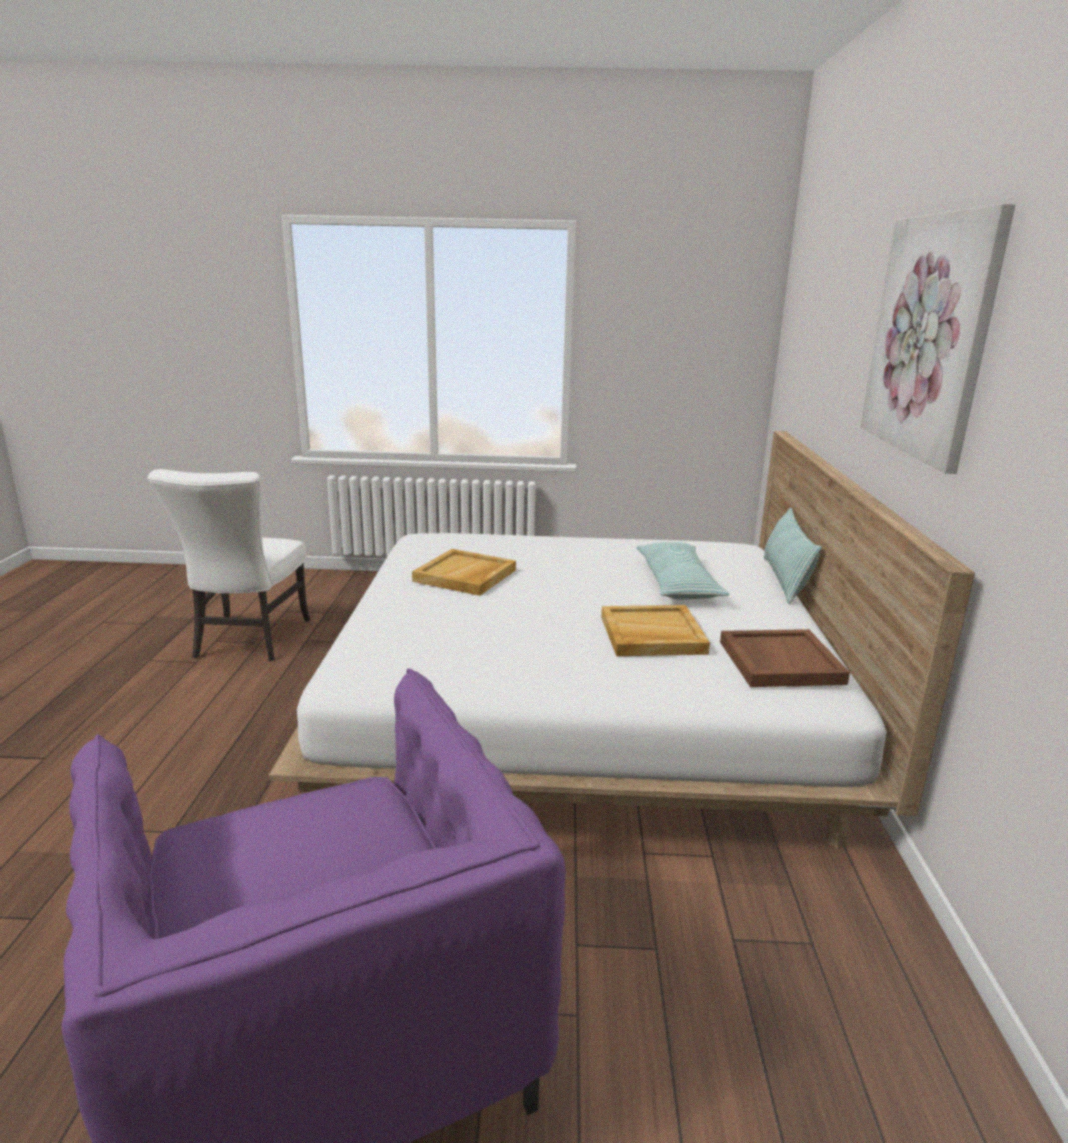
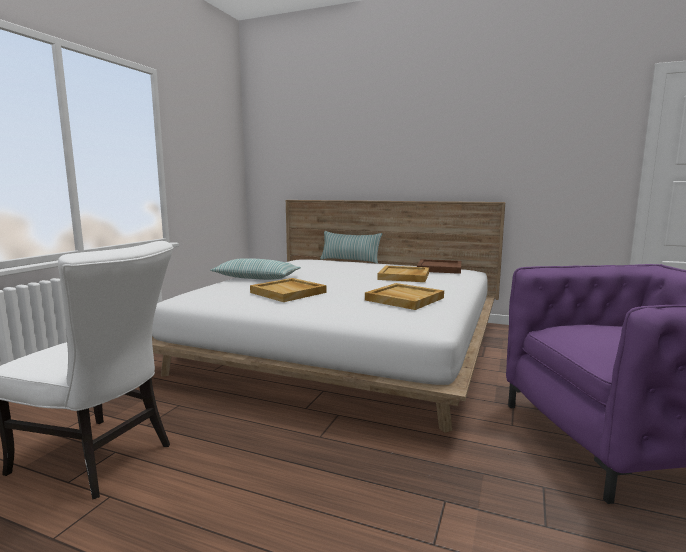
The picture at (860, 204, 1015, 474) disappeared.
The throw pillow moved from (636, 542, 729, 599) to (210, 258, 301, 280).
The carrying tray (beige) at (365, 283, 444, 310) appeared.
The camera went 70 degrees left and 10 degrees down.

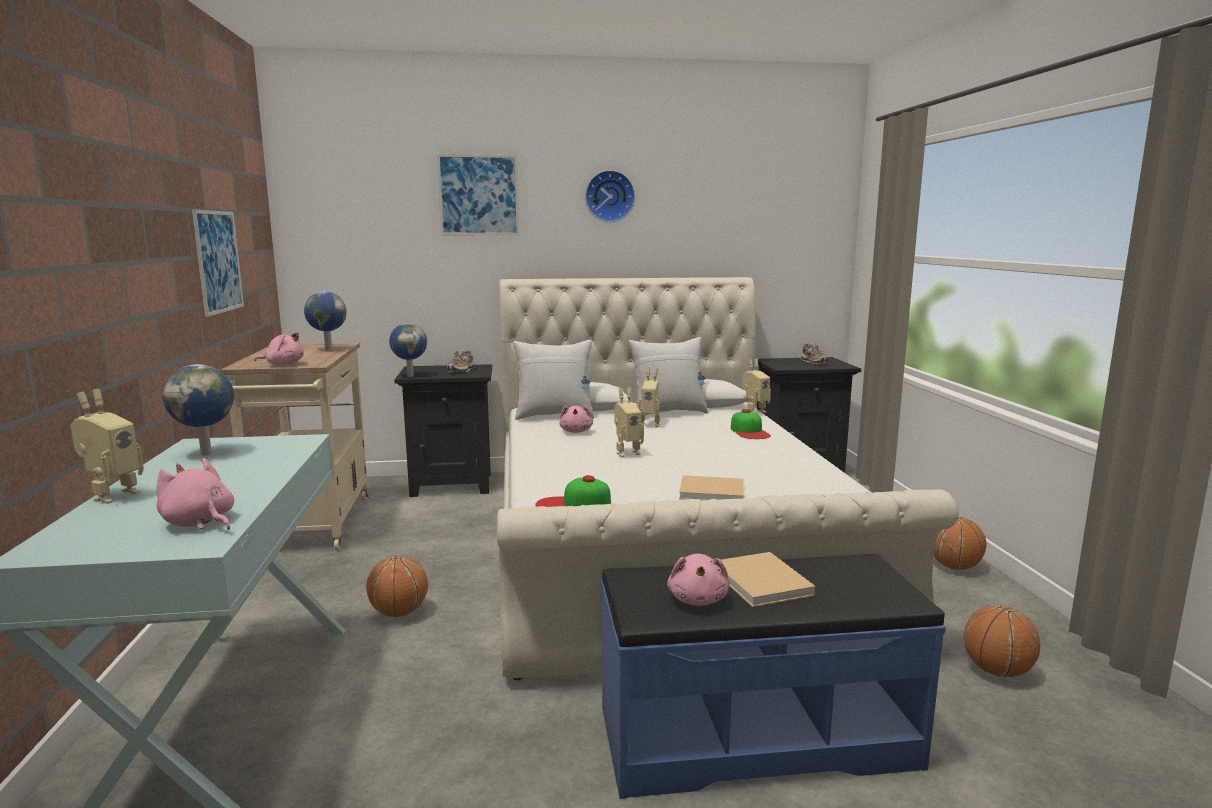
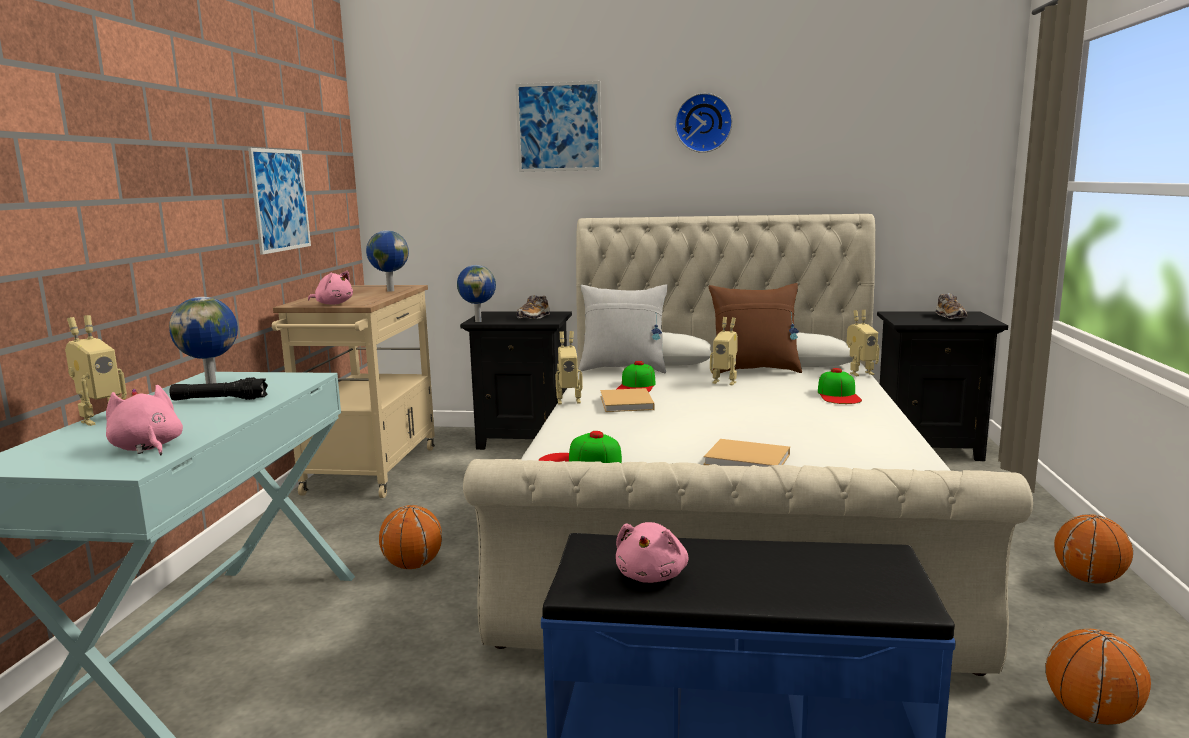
The throw pillow (grey) at (628, 337, 708, 415) became the throw pillow (brown-coloured) at (709, 283, 802, 374).
The model robot moved from (614, 387, 644, 457) to (555, 331, 583, 405).
The plush toy (pink-coloured) at (559, 405, 593, 433) was replaced by the peaked cap at (617, 361, 656, 392).
The bound book (beige) moved from (721, 552, 816, 607) to (600, 388, 654, 412).
The hand torch (blackish) at (169, 377, 268, 401) appeared.
The camera went 15 degrees right and 0 degrees up.

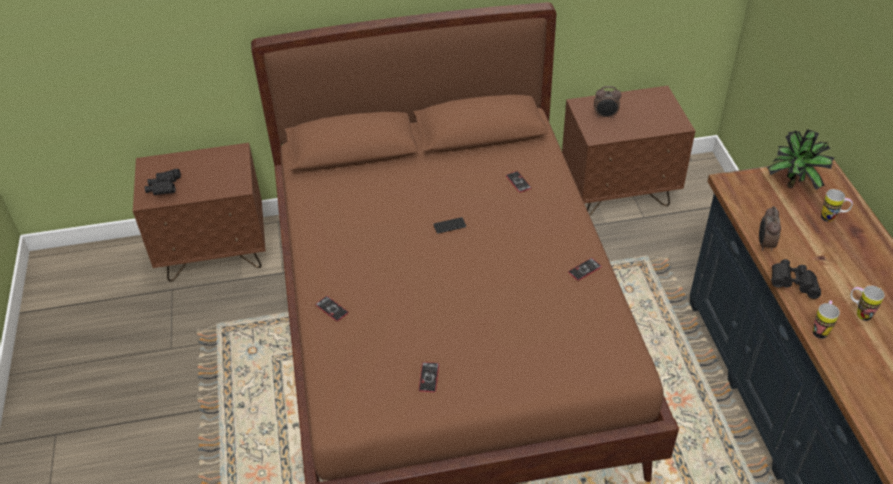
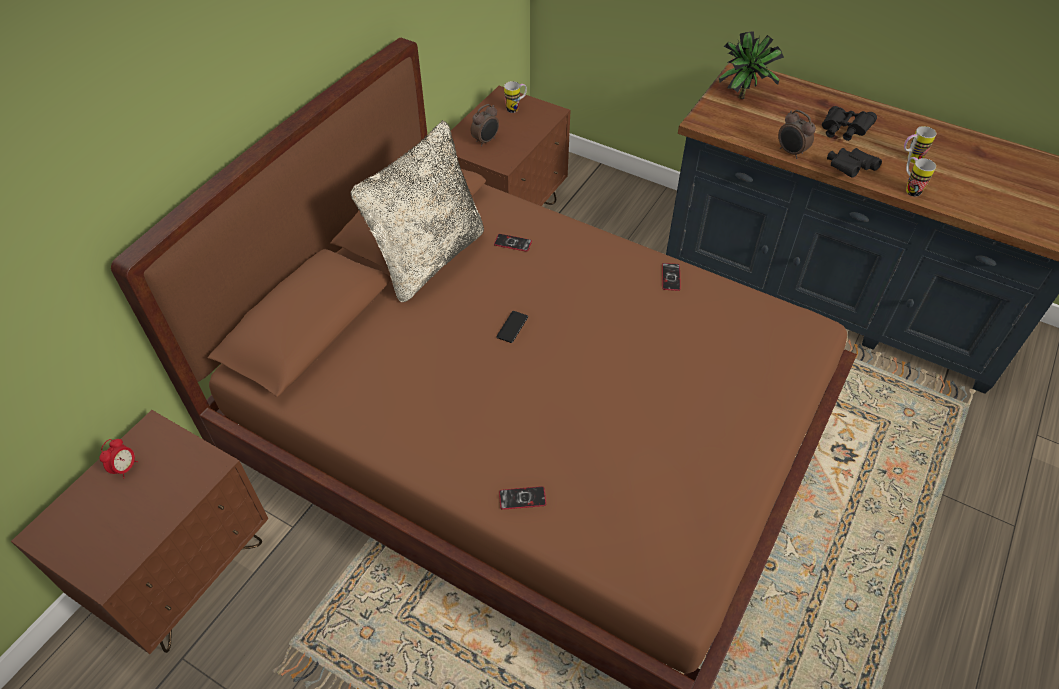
The binoculars (blackish) moved from (145, 169, 181, 195) to (822, 106, 877, 141).
The tea mug moved from (821, 189, 853, 222) to (504, 81, 527, 113).
The telephone at (419, 362, 439, 392) disappeared.
The throw pillow (beige) at (350, 120, 484, 303) appeared.
The alarm clock at (99, 439, 138, 477) appeared.
The camera went 50 degrees left and 5 degrees up.

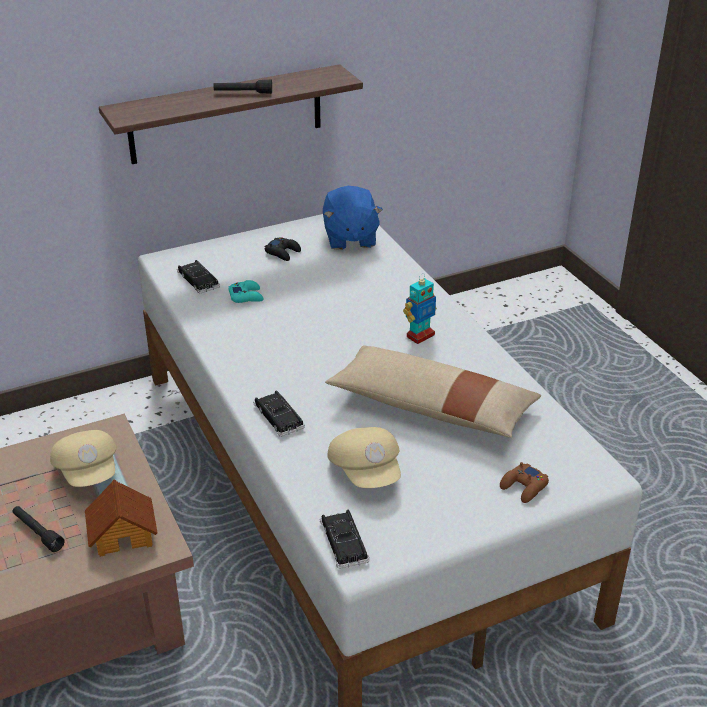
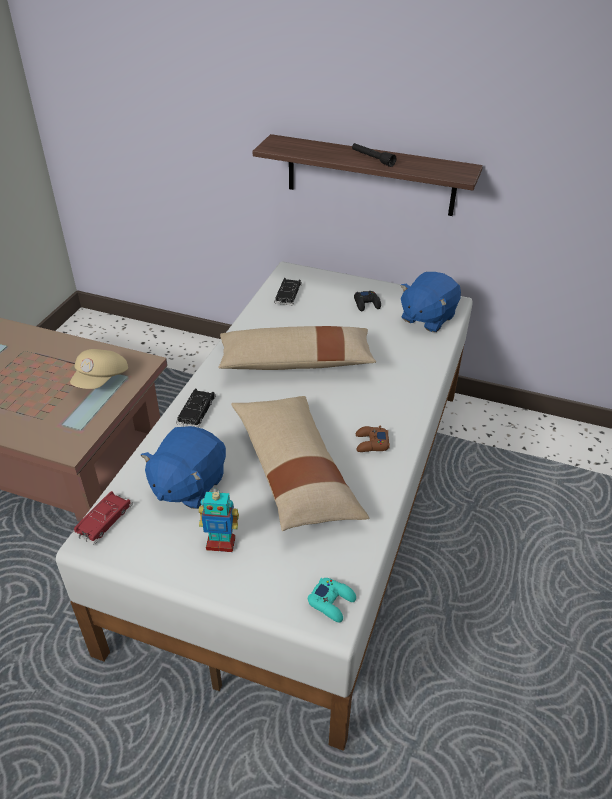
The model robot moved from (403, 273, 437, 344) to (199, 488, 239, 552).
The joypad (turquoise-coloured) moved from (228, 280, 264, 303) to (308, 578, 356, 622).
The peaked cap (beige) at (328, 427, 401, 488) was replaced by the plush toy (blue) at (141, 426, 226, 509).
The joypad (brown-coloured) moved from (500, 462, 549, 503) to (356, 425, 390, 452).
The miniature house at (85, 480, 158, 557) disappeared.
The hand torch (blackish) at (12, 506, 64, 552) disappeared.
The toy car (blackish) at (320, 509, 369, 569) became the toy car (reddish) at (73, 491, 133, 544).
The throw pillow (beige) at (219, 326, 376, 370) appeared.
The camera went 45 degrees right and 5 degrees up.

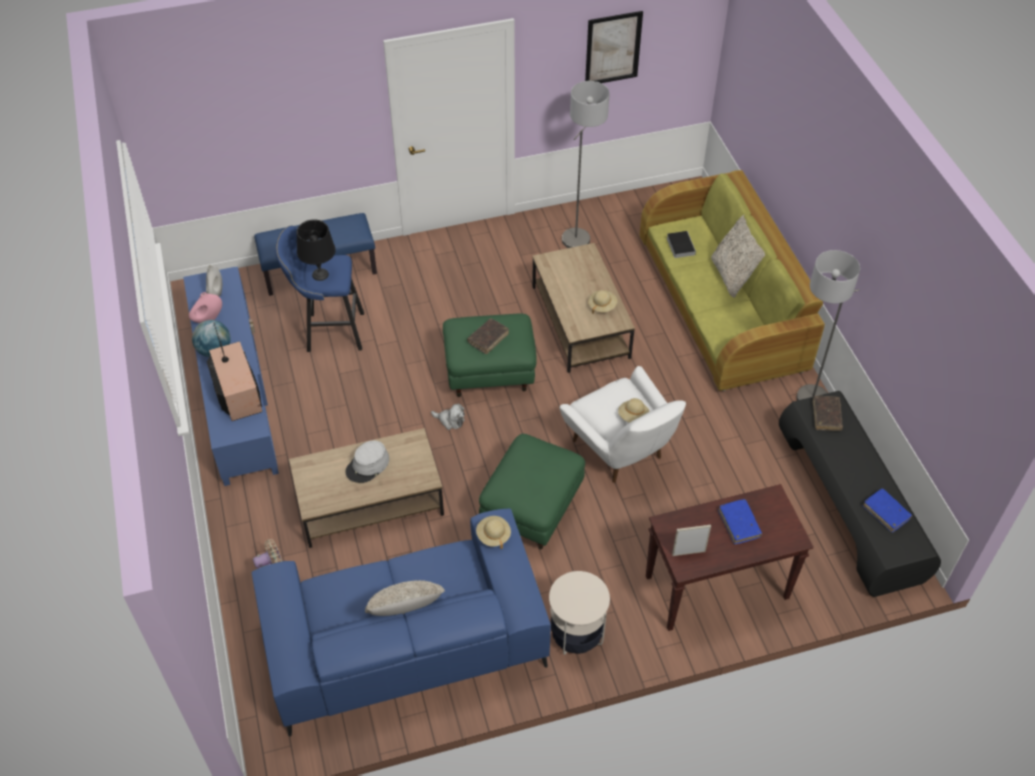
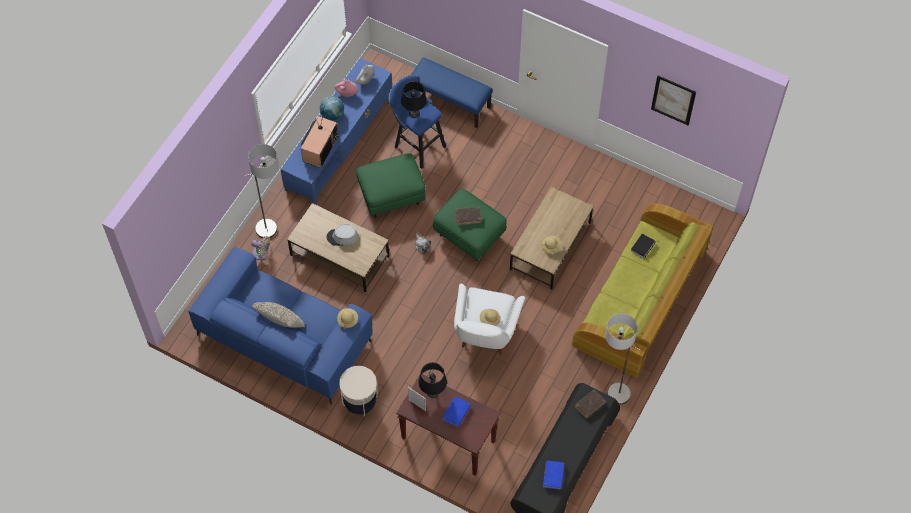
The floor lamp (grey) moved from (562, 81, 610, 248) to (244, 144, 279, 239).
The throw pillow (beige) at (711, 215, 765, 298) disappeared.
The footrest (green) moved from (479, 434, 585, 549) to (356, 153, 426, 218).
The lamp for a table (blackish) at (418, 362, 447, 398) appeared.
The camera went 45 degrees right and 10 degrees up.

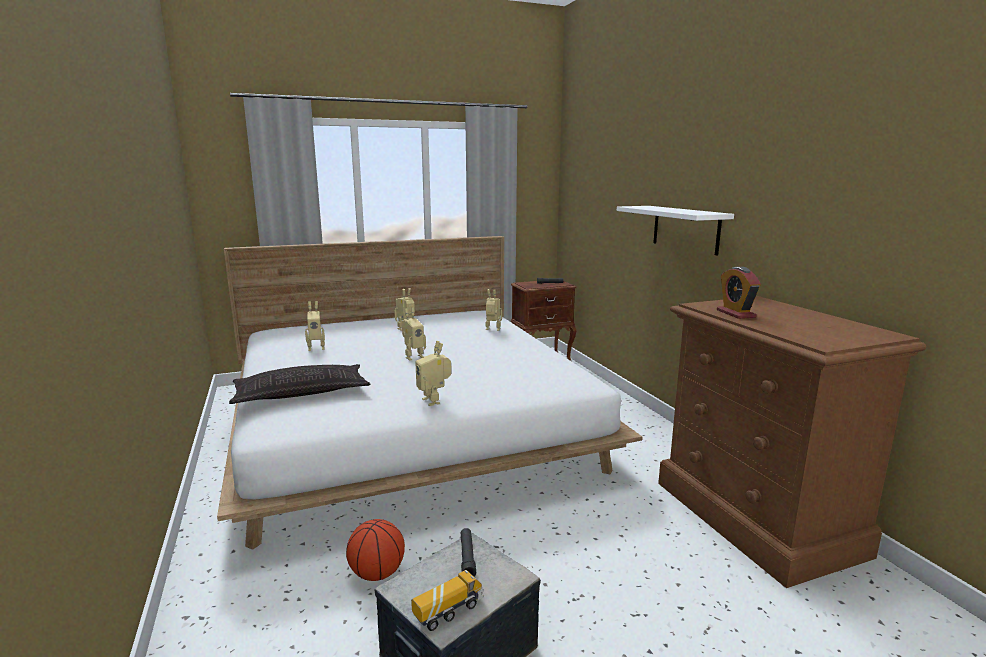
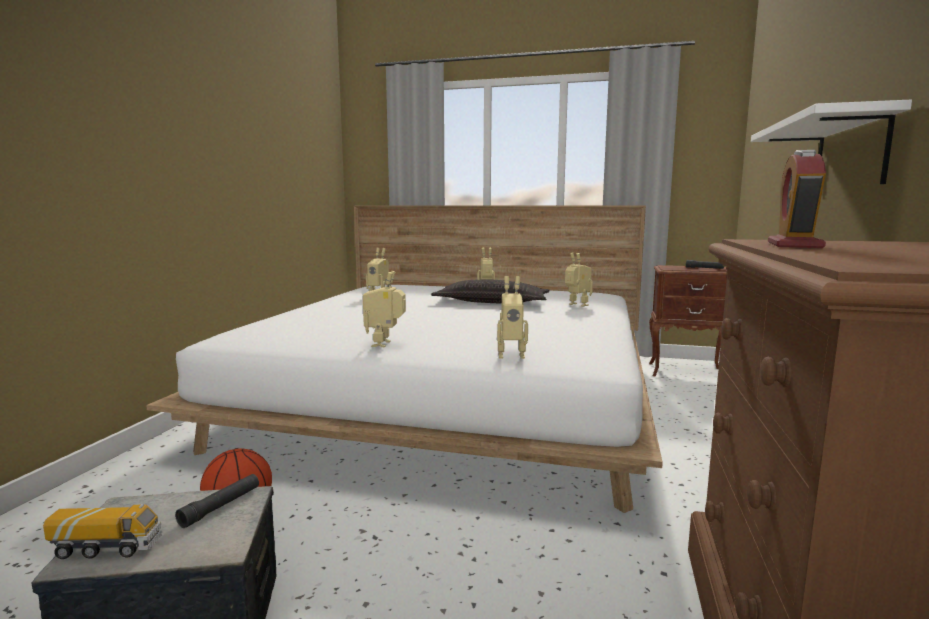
The model robot moved from (402, 307, 426, 360) to (497, 276, 528, 359).
The throw pillow moved from (229, 364, 370, 404) to (431, 280, 550, 303).
The camera went 35 degrees right and 5 degrees down.

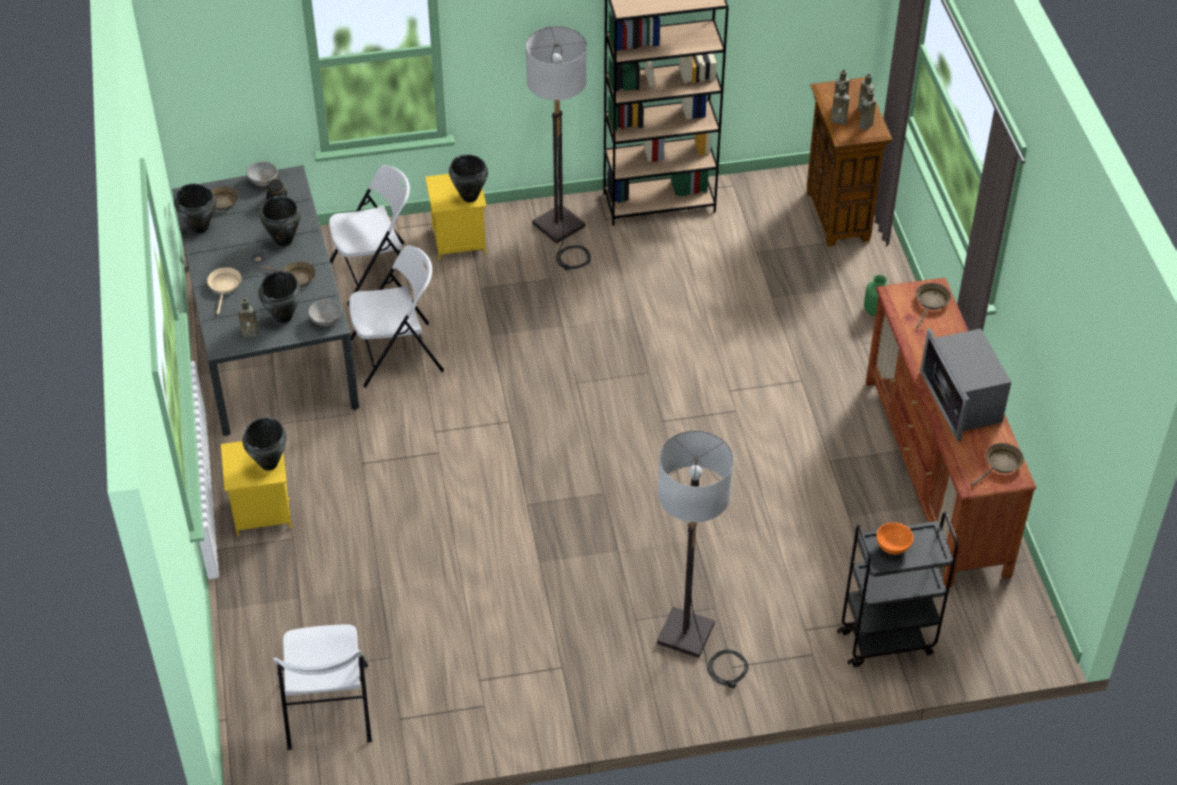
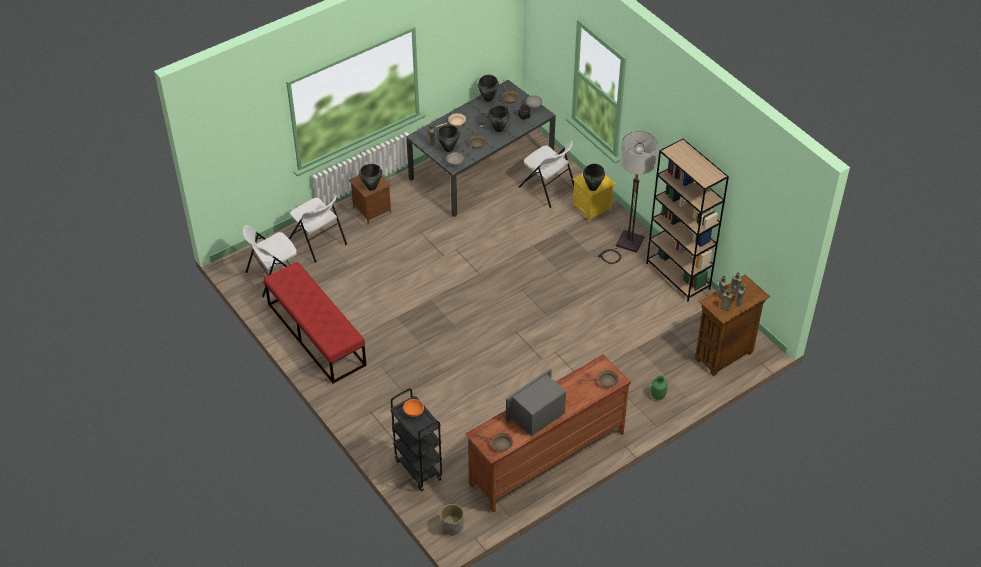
The upright chair (whitish) moved from (349, 245, 444, 388) to (289, 195, 347, 263).
The floor lamp at (657, 430, 749, 689) disappeared.
The bedside table (yellow-coloured) at (221, 441, 292, 536) became the bedside table (brown-coloured) at (349, 175, 391, 224).
The long seat (reddish) at (264, 262, 367, 383) appeared.
The planter (grey) at (440, 504, 464, 536) appeared.
The camera went 65 degrees right and 0 degrees up.

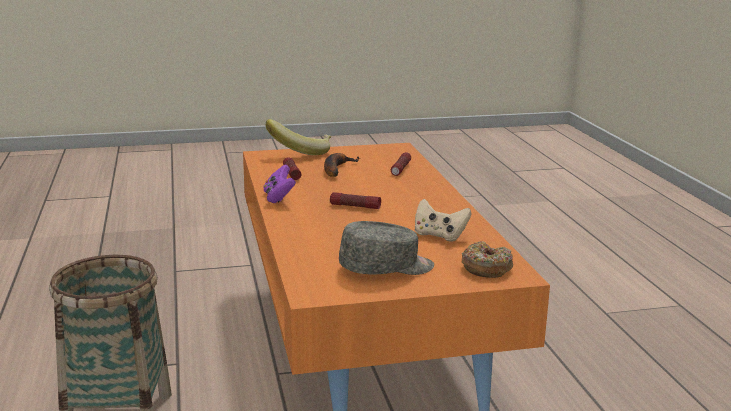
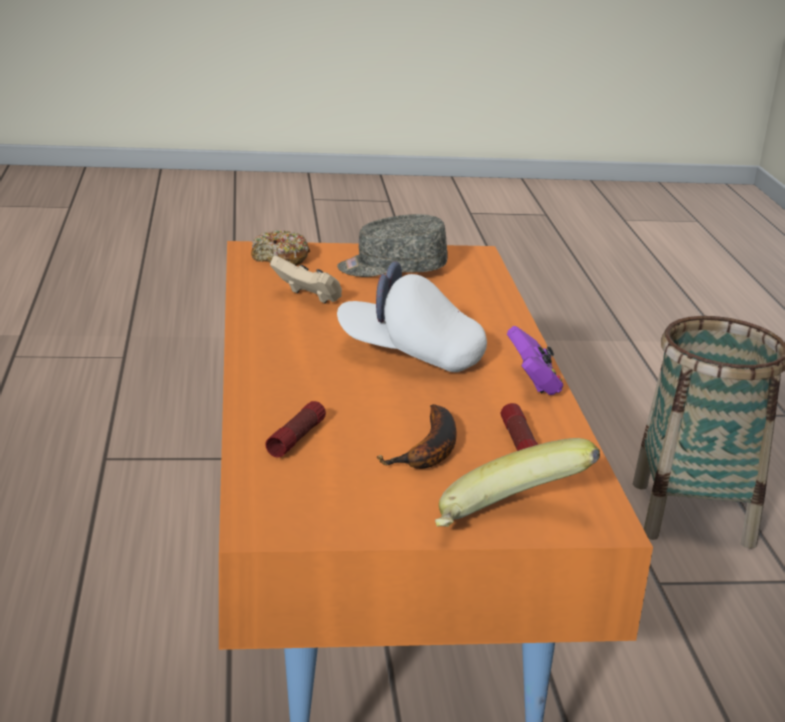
The hand torch at (330, 192, 381, 209) was replaced by the peaked cap (whitish) at (337, 261, 487, 372).
The camera went 175 degrees left and 5 degrees up.

